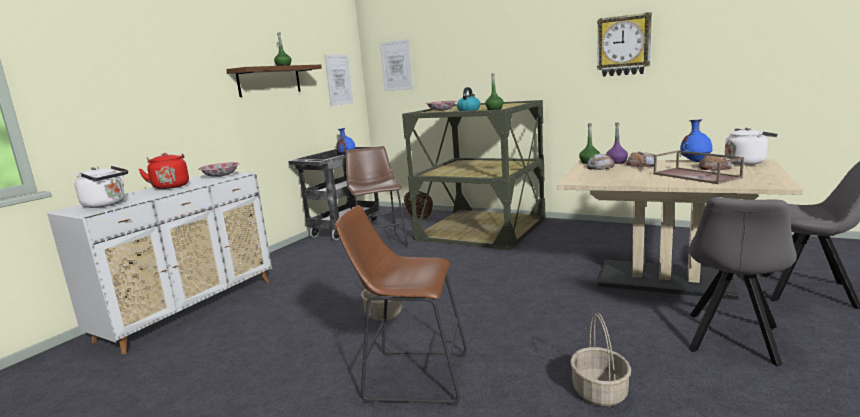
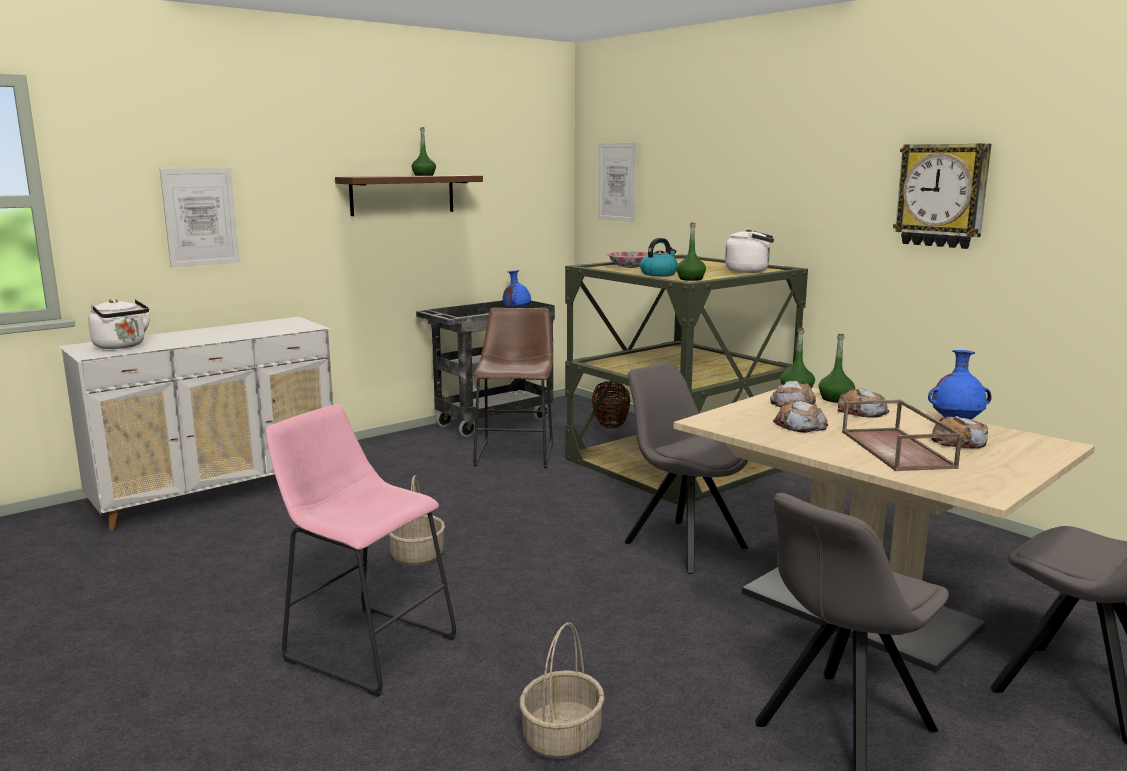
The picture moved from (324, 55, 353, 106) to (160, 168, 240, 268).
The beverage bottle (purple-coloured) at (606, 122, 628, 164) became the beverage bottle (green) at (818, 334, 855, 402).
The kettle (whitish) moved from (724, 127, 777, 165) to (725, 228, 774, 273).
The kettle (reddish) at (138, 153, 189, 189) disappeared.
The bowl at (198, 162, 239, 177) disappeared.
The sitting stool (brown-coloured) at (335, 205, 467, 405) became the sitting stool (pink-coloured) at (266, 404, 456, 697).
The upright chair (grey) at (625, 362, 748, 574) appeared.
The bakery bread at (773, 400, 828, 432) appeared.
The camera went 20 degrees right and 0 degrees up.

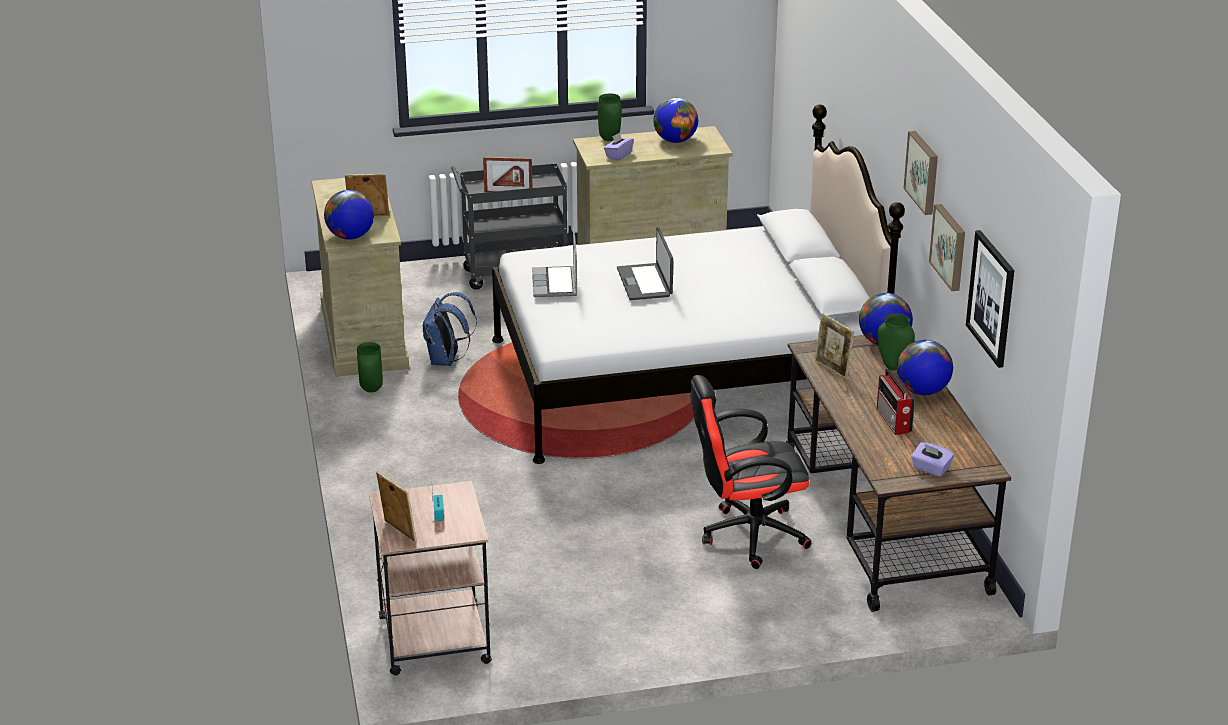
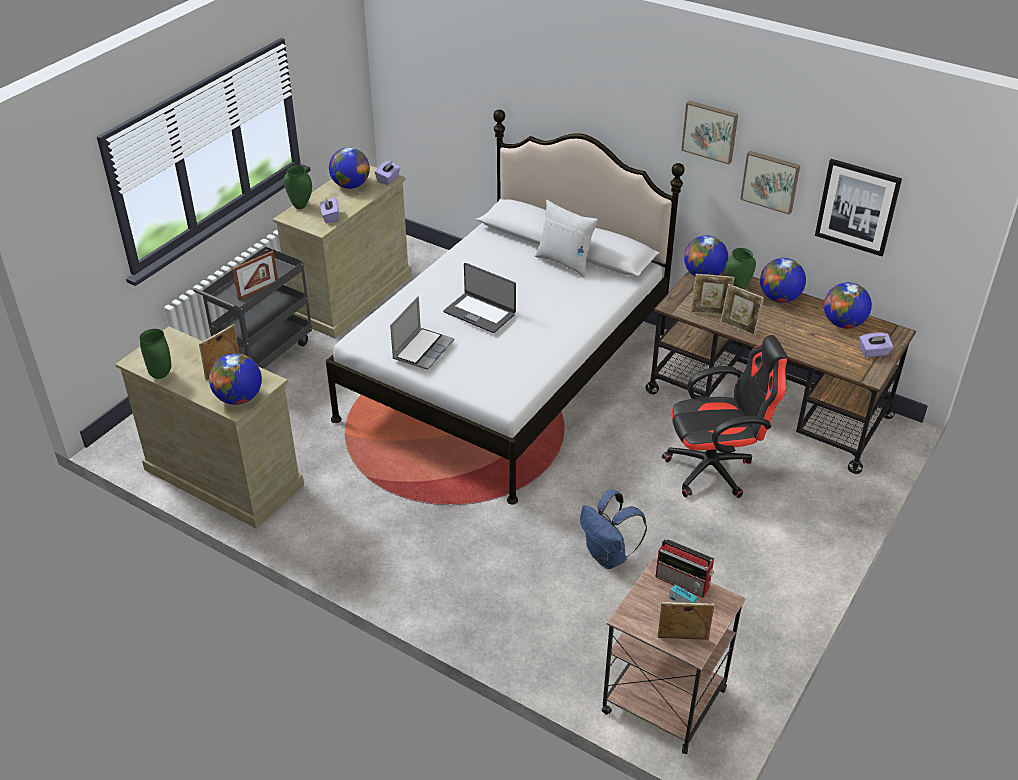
The laptop at (532, 228, 577, 297) turned 105 degrees counterclockwise.
The rucksack (blue) moved from (423, 292, 477, 366) to (580, 489, 647, 569).
The decorative vase (green) moved from (357, 342, 383, 392) to (139, 329, 171, 379).
The radio receiver moved from (877, 368, 915, 435) to (655, 539, 714, 598).
The office chair (blackish) at (690, 375, 812, 569) turned 135 degrees counterclockwise.
The tissue holder (purple-coloured) at (375, 161, 401, 185) appeared.
The throw pillow (grey) at (535, 200, 598, 277) appeared.
The desk globe at (824, 282, 872, 329) appeared.
The picture frame at (720, 284, 764, 336) appeared.
The camera went 45 degrees left and 10 degrees up.

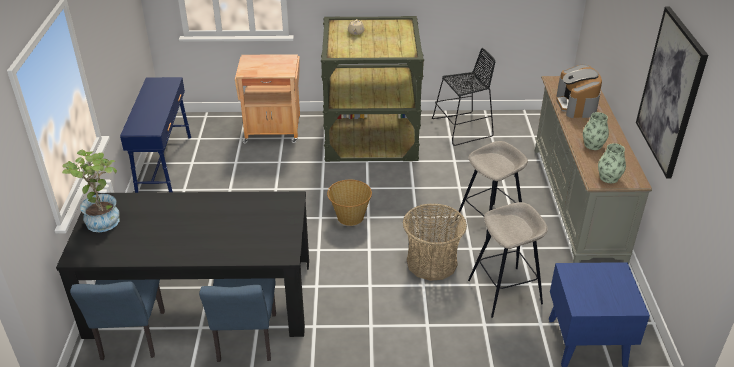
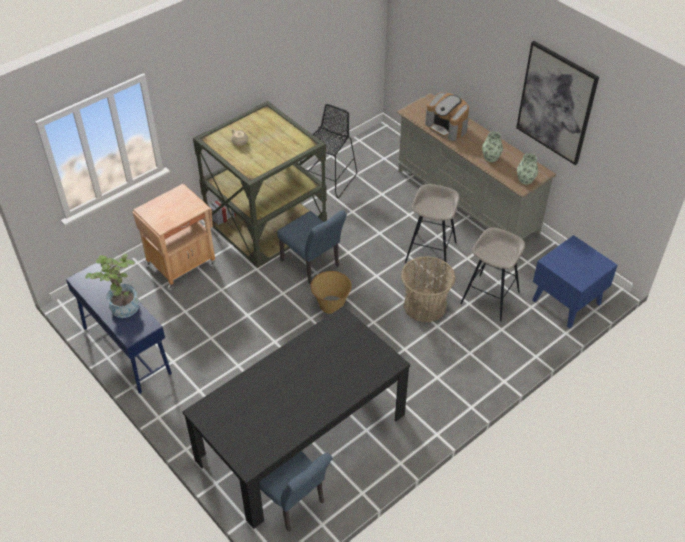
The plant in a pot moved from (62, 149, 120, 232) to (86, 254, 139, 318).
The upright chair (blue) moved from (199, 278, 276, 362) to (277, 210, 347, 285).
The camera went 40 degrees left and 10 degrees up.

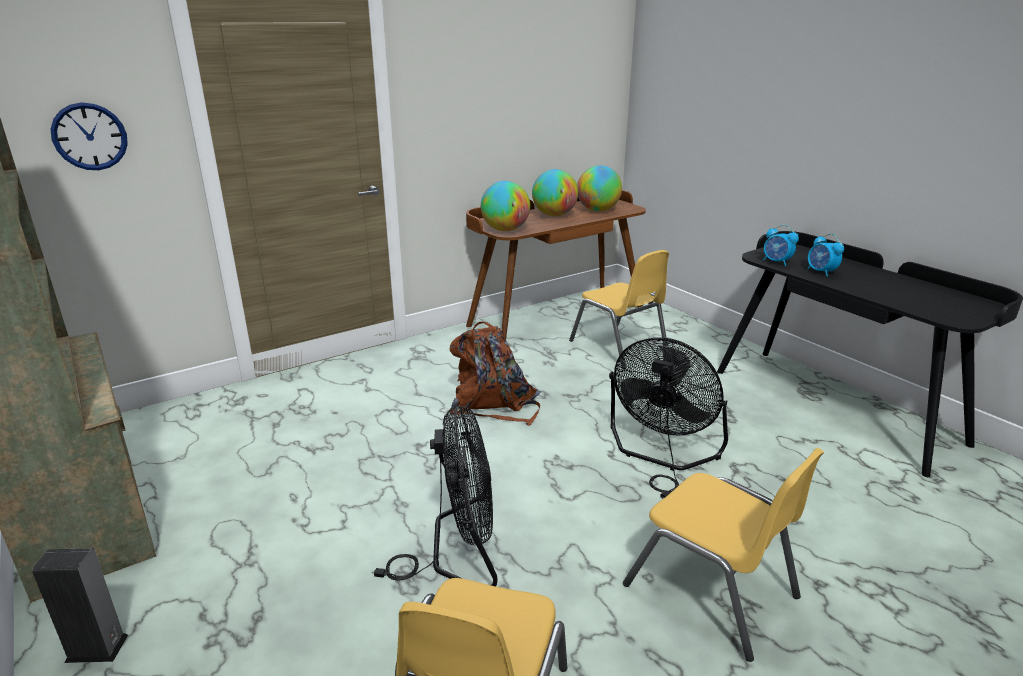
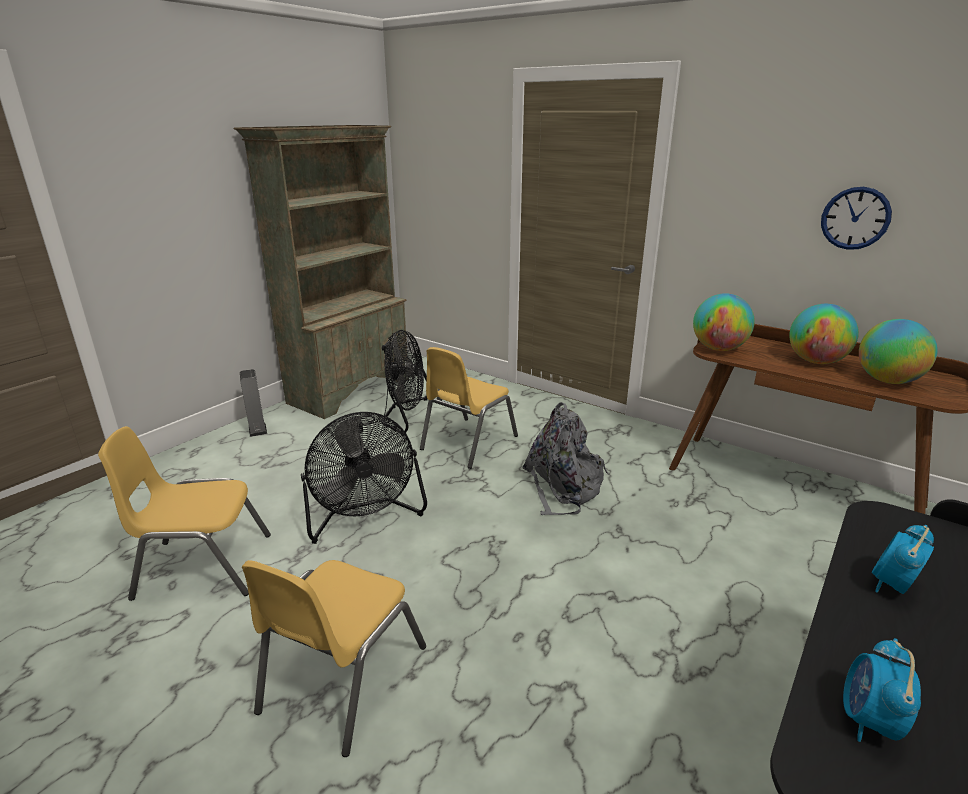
The wall clock moved from (51, 102, 128, 170) to (821, 187, 892, 250).
The alarm clock moved from (763, 225, 799, 266) to (843, 638, 921, 742).
The upright chair (yellow-coloured) moved from (569, 250, 669, 369) to (420, 347, 518, 469).
The rucksack (brown-coloured) at (449, 322, 540, 425) became the rucksack (grey) at (522, 402, 609, 515).
The electric fan (blackish) moved from (609, 337, 728, 499) to (362, 330, 427, 436).
The camera went 70 degrees right and 0 degrees up.

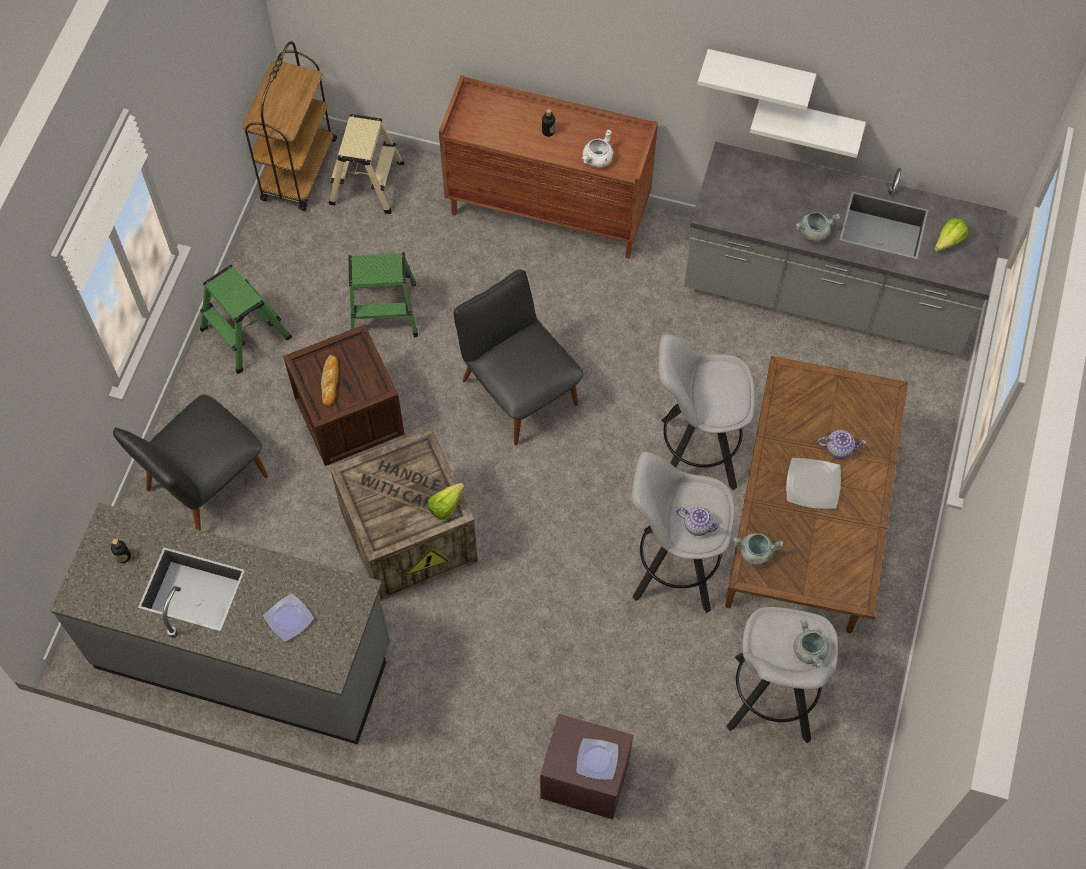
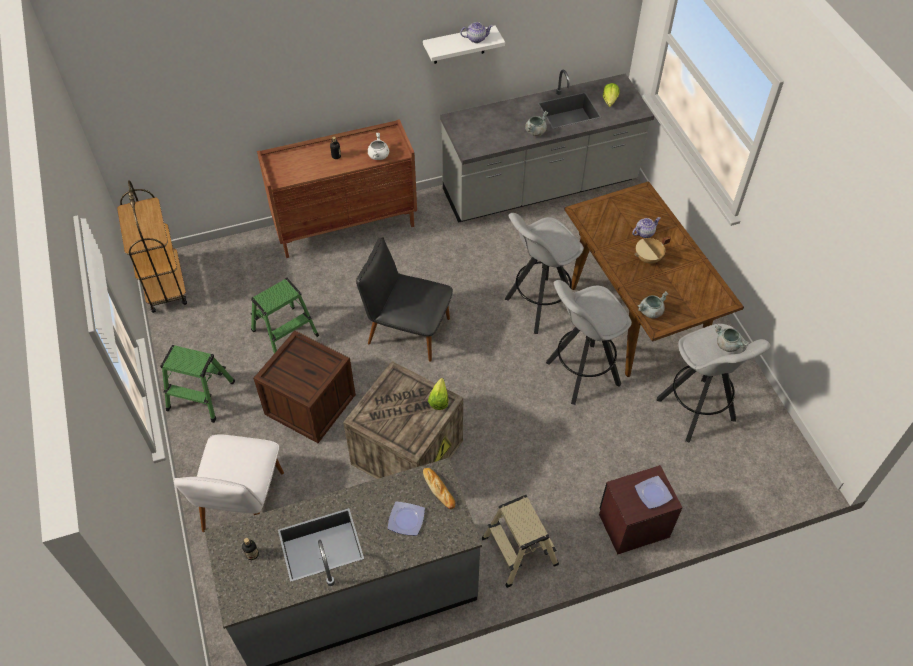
The shelf (whitish) at (750, 99, 866, 158) disappeared.
The step stool (beige) moved from (329, 114, 405, 214) to (482, 495, 559, 588).
The bakery bread moved from (321, 355, 338, 407) to (423, 468, 455, 509).
The upright chair (blackish) at (113, 395, 268, 531) became the upright chair (whitish) at (174, 434, 284, 532).
The plate at (786, 458, 841, 509) was replaced by the saucepot (beige) at (634, 236, 671, 264).
The pot for tea moved from (676, 506, 722, 536) to (460, 22, 493, 43).
The camera went 35 degrees left and 10 degrees down.

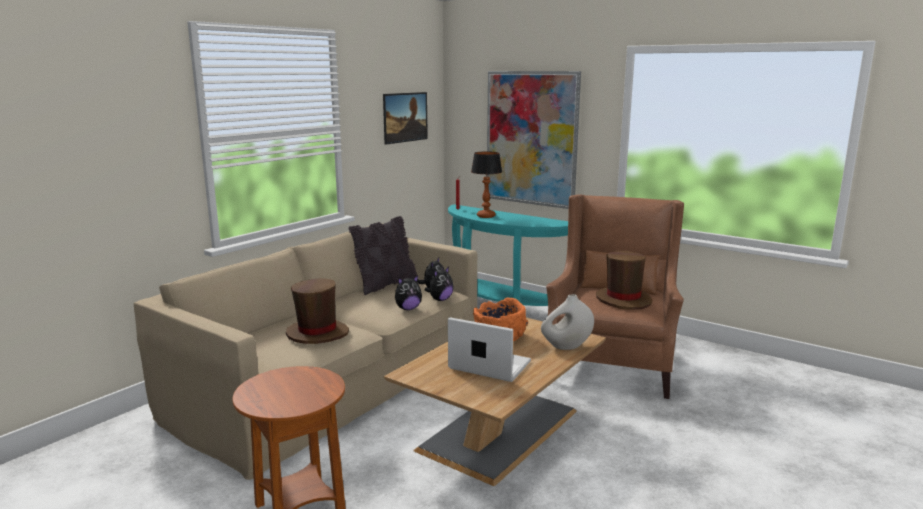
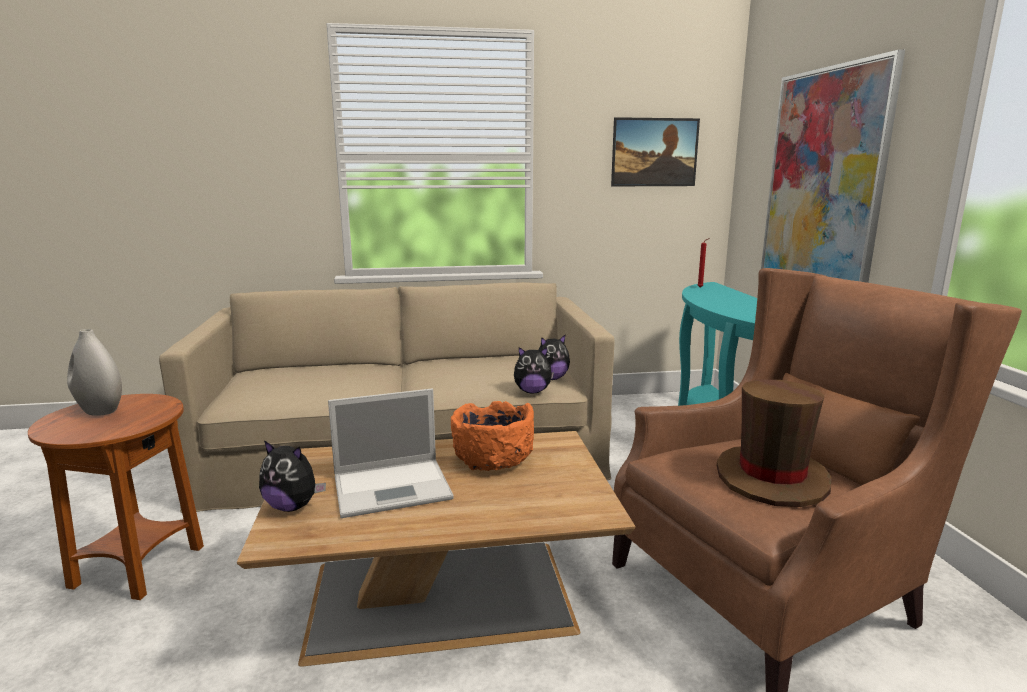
The lamp for a table at (471, 151, 502, 218) disappeared.
The throw pillow (blackish) at (349, 216, 417, 295) disappeared.
The plush toy moved from (395, 275, 422, 310) to (259, 440, 326, 512).
The wearable hat (brown-coloured) at (286, 278, 349, 344) disappeared.
The decorative vase (whitish) moved from (541, 294, 594, 350) to (67, 329, 122, 416).
The laptop at (448, 317, 531, 382) turned 90 degrees clockwise.
The camera went 45 degrees right and 0 degrees up.

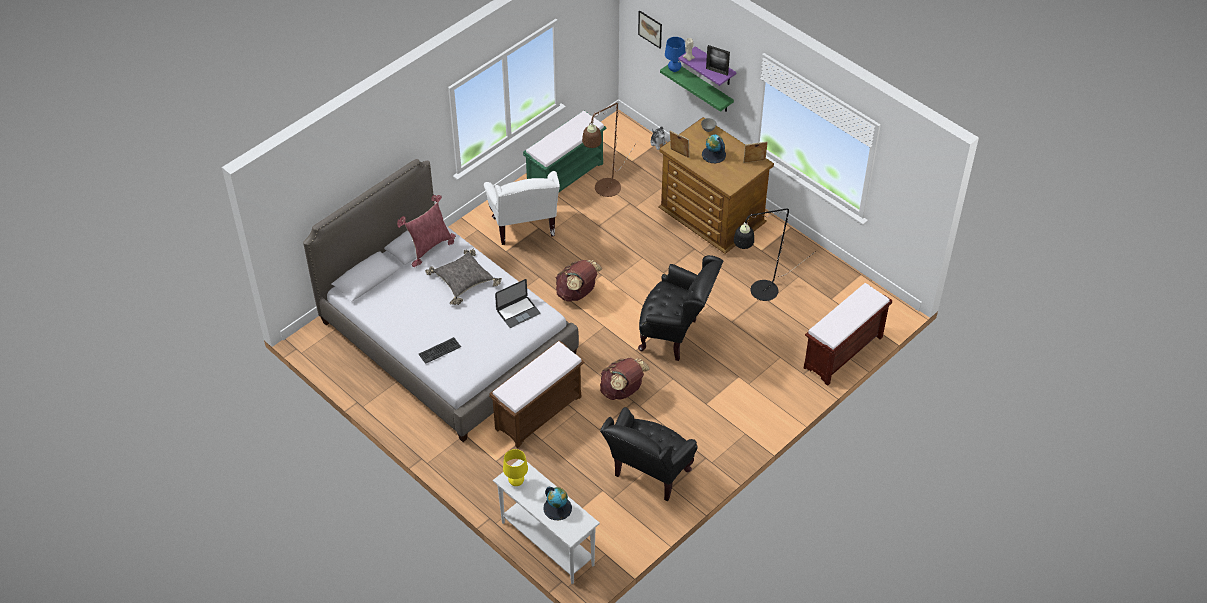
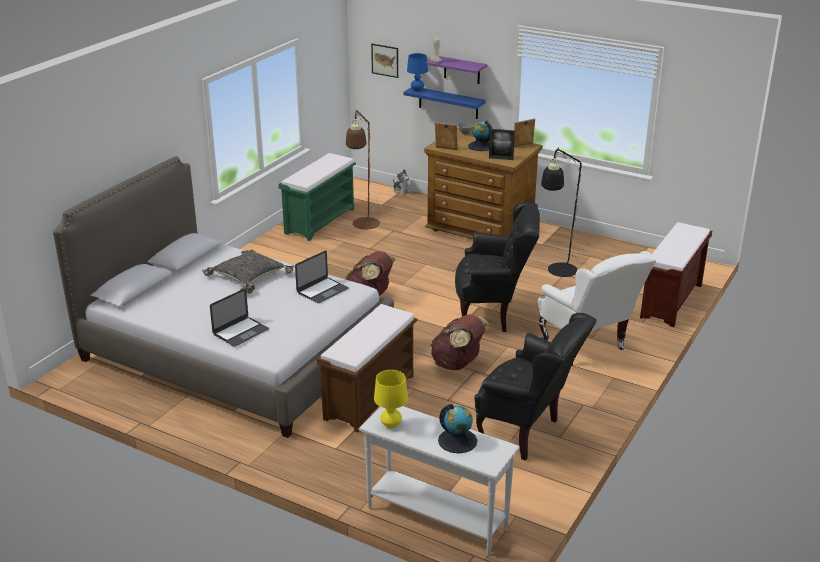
The picture frame moved from (706, 45, 730, 75) to (489, 129, 515, 160).
The shelf (green) at (660, 65, 734, 112) became the shelf (blue) at (403, 88, 486, 119).
The easy chair (whitish) moved from (484, 171, 560, 245) to (538, 251, 656, 366).
The throw pillow (reddish) at (397, 194, 456, 267) disappeared.
The PC keyboard at (419, 337, 461, 364) was replaced by the laptop at (210, 289, 269, 347).
The easy chair (blackish) at (600, 407, 698, 502) turned 75 degrees counterclockwise.
The camera went 15 degrees left and 20 degrees down.

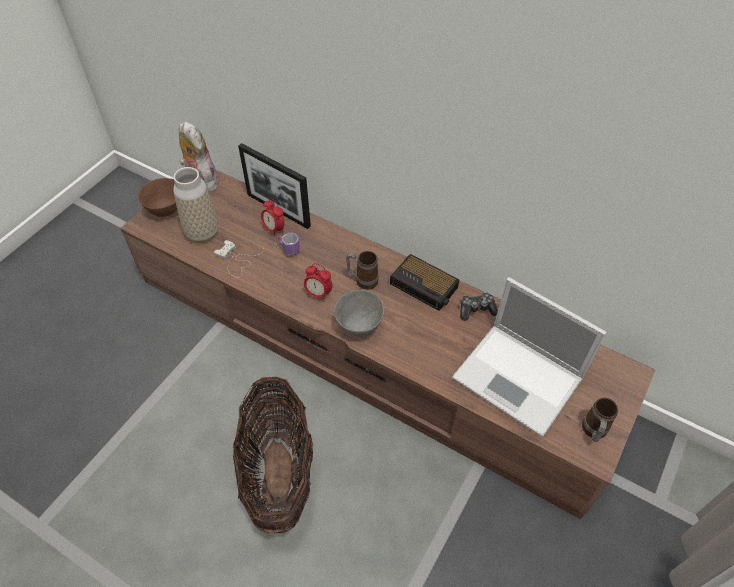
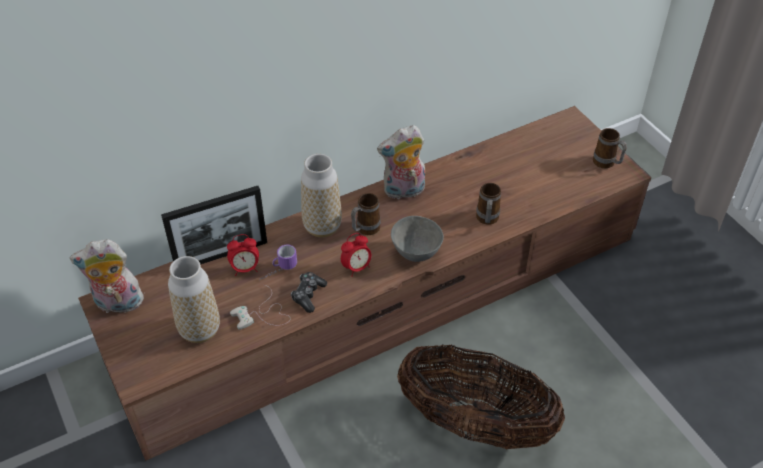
The bowl (brown-coloured) at (138, 178, 177, 217) disappeared.
The alarm clock at (390, 254, 459, 311) was replaced by the plush toy at (377, 125, 425, 200).
The laptop at (452, 277, 607, 437) disappeared.
The joypad moved from (460, 292, 498, 321) to (291, 272, 327, 313).
The decorative vase at (301, 154, 342, 238) appeared.
The tea mug at (476, 183, 501, 225) appeared.
The camera went 60 degrees left and 5 degrees down.

